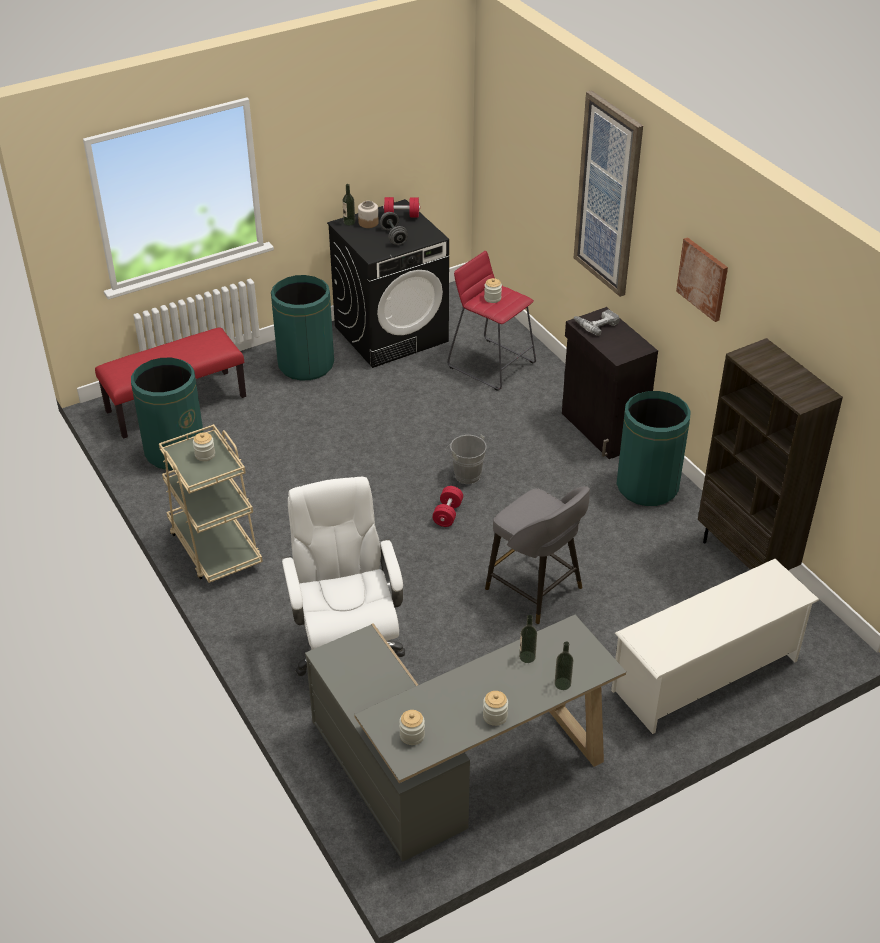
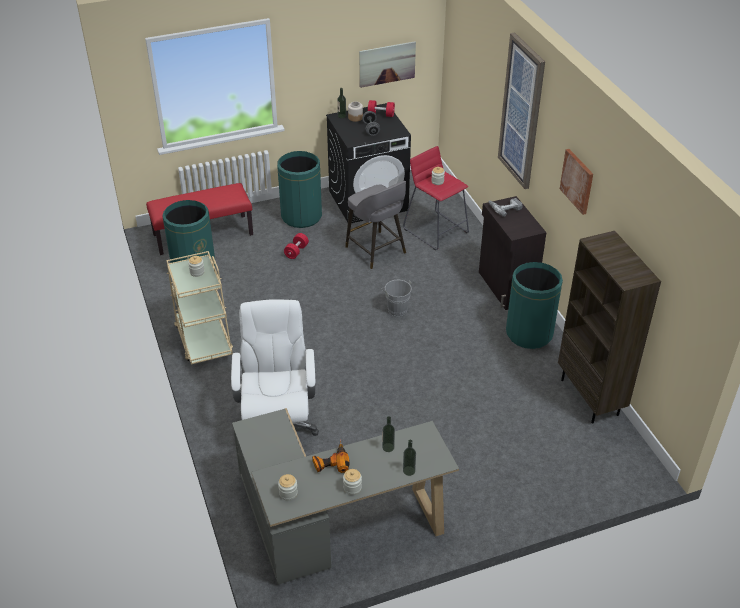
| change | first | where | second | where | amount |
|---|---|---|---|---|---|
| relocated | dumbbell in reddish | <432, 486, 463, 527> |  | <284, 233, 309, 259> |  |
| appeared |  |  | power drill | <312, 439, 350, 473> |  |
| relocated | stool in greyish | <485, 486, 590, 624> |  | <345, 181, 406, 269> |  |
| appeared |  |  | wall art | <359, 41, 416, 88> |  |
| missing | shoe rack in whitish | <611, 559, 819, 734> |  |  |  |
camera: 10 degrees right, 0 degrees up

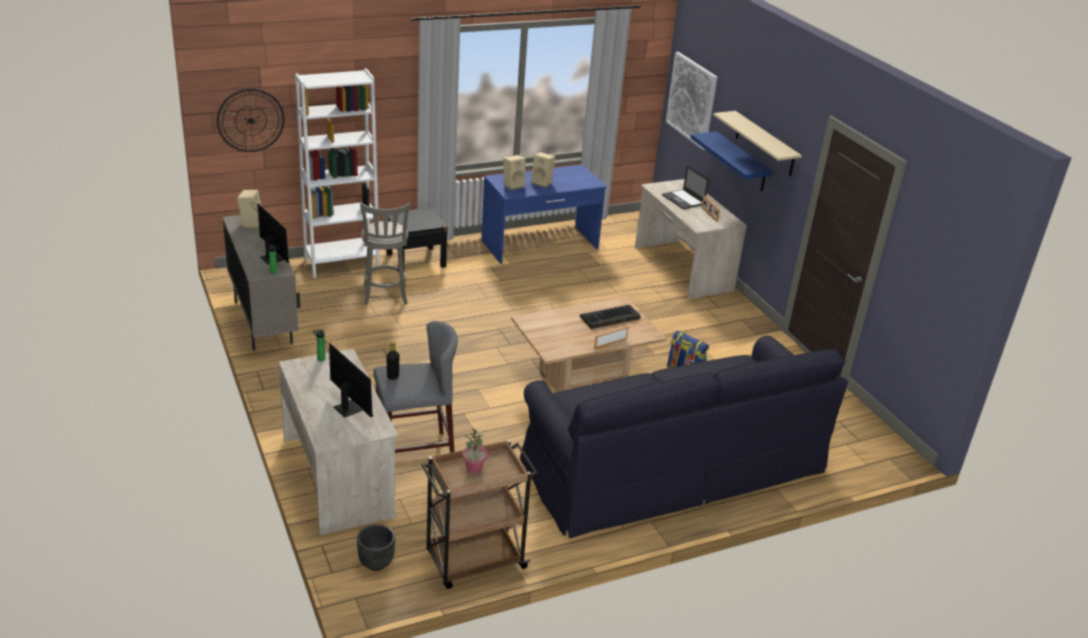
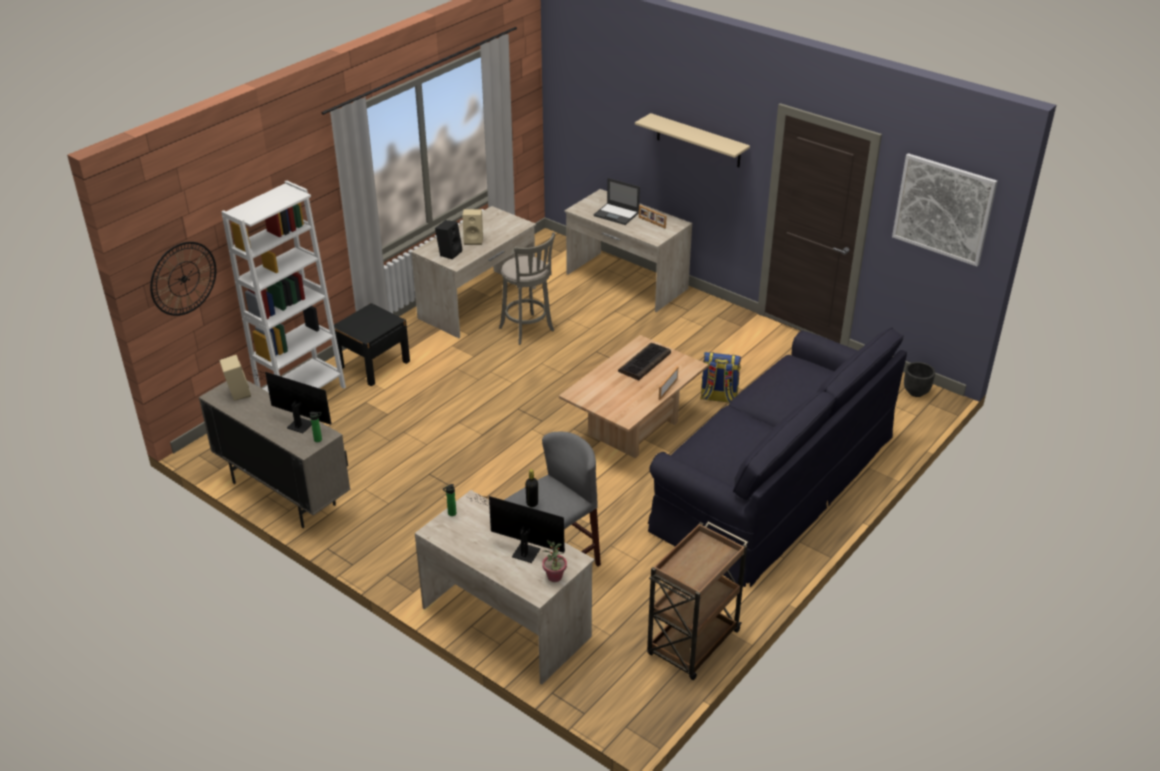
| change | first | where | second | where | amount |
|---|---|---|---|---|---|
| colour | desk unit in bluish | <481, 164, 607, 264> | desk unit in sand-coloured | <411, 206, 536, 338> |  |
| colour | audio speaker in sand-coloured | <503, 155, 525, 190> | audio speaker in blackish | <435, 220, 463, 259> |  |
| relocated | stool in greyish | <360, 203, 410, 305> |  | <499, 232, 555, 345> |  |
| relocated | plant in a pot | <462, 428, 487, 473> |  | <542, 540, 567, 582> |  |
| relocated | wall art | <666, 52, 717, 150> |  | <892, 153, 998, 267> |  |
| relocated | flower pot in blackish | <357, 524, 395, 571> |  | <904, 362, 935, 397> |  |
| missing | bracket shelf in bluish | <691, 131, 772, 191> |  |  |  |
camera: 25 degrees left, 5 degrees up

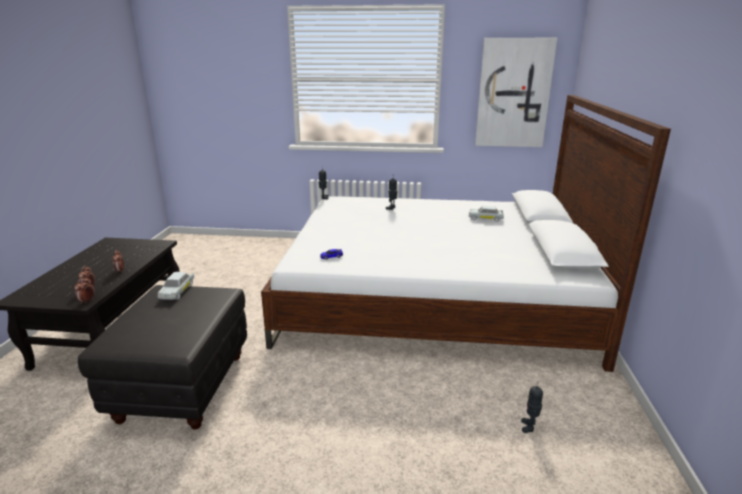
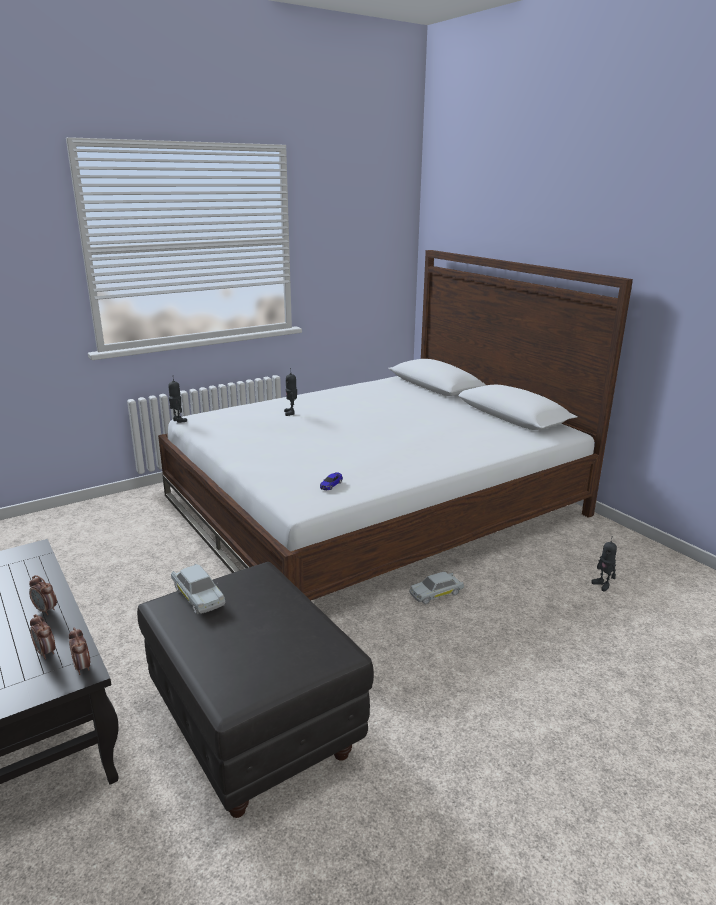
| change | first | where | second | where | amount |
|---|---|---|---|---|---|
| relocated | model car in whitish | <469, 206, 504, 222> |  | <409, 572, 464, 604> |  |
| missing | wall art | <475, 38, 557, 147> |  |  |  |
camera: 40 degrees left, 0 degrees up

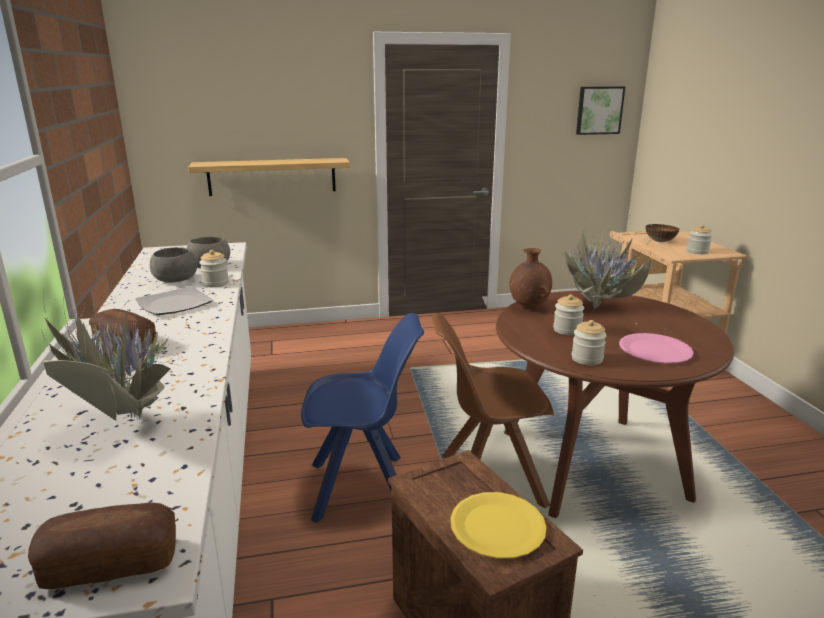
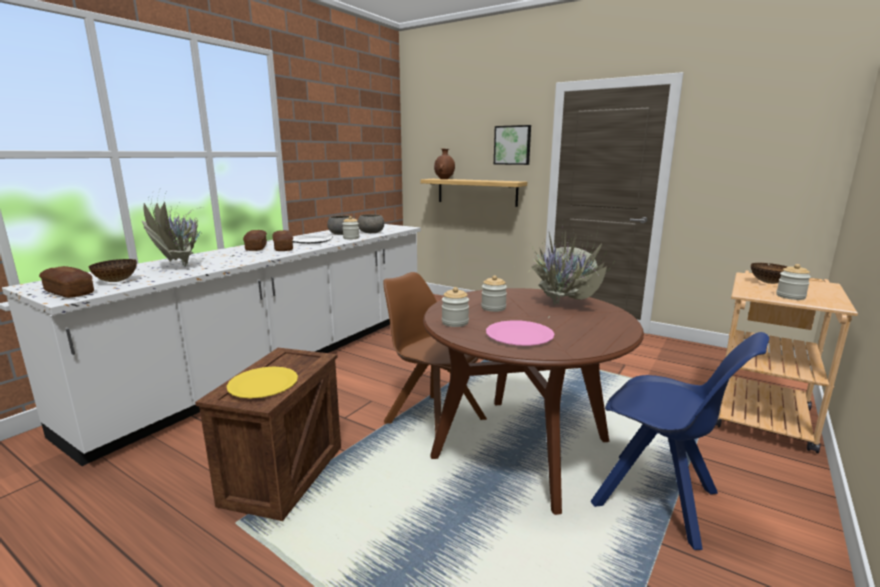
| change | first | where | second | where | amount |
|---|---|---|---|---|---|
| appeared |  |  | serving bowl | <89, 259, 137, 282> |  |
| appeared |  |  | bread | <272, 230, 293, 251> |  |
| relocated | flower vase in brownish | <510, 248, 552, 310> |  | <434, 149, 455, 179> |  |
| relocated | wall art | <576, 86, 625, 135> |  | <494, 125, 531, 165> |  |
| relocated | upright chair in bluish | <301, 313, 424, 523> |  | <590, 332, 769, 550> |  |
camera: 45 degrees right, 5 degrees down

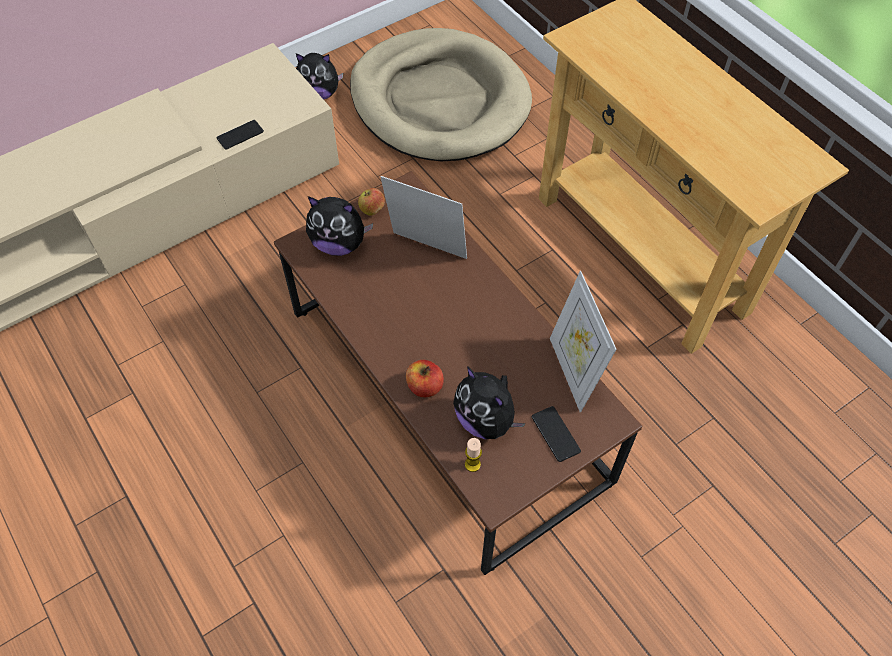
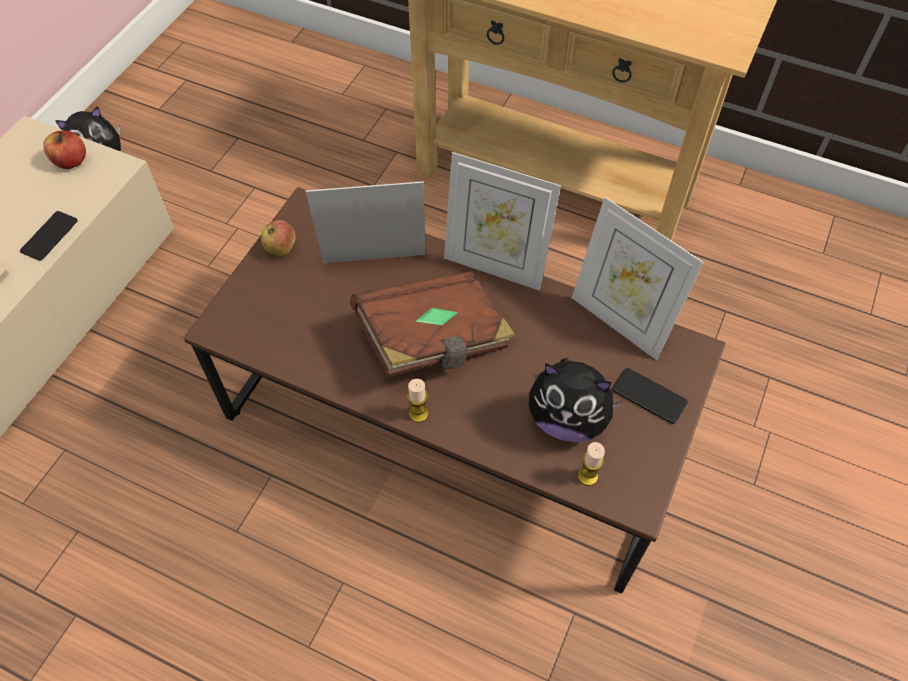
| change | first | where | second | where | amount |
|---|---|---|---|---|---|
| relocated | apple fruit | <406, 360, 444, 397> |  | <43, 131, 86, 169> |  |
| appeared |  |  | bound book in brownish | <350, 271, 515, 377> |  |
| appeared |  |  | candle | <407, 379, 428, 423> |  |
| appeared |  |  | photo frame | <444, 152, 561, 291> |  |
| missing | cuddly toy | <306, 196, 373, 256> |  |  |  |
| missing | dog cushion in sand-coloured | <350, 28, 532, 161> |  |  |  |
camera: 30 degrees left, 0 degrees up

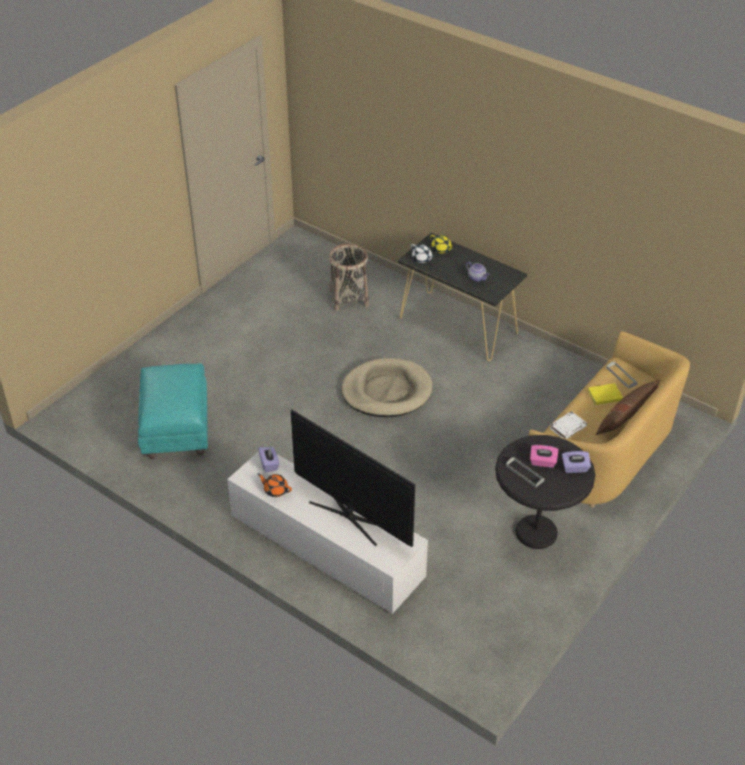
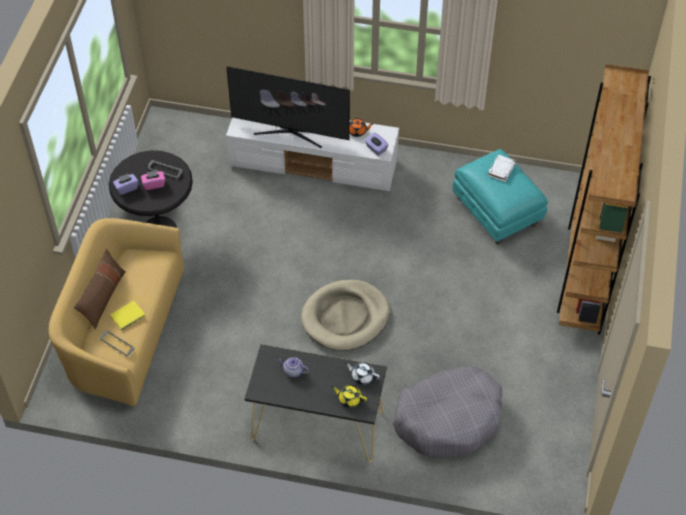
| change | first | where | second | where | amount |
|---|---|---|---|---|---|
| exchanged | storage basket | <329, 244, 369, 311> | dog cushion in greyish | <393, 367, 502, 458> |  |
| relocated | bound book in whitish | <549, 411, 587, 439> |  | <488, 155, 516, 182> |  |
| appeared |  |  | bookshelf in brownish | <557, 64, 651, 334> |  |
camera: 155 degrees right, 10 degrees up

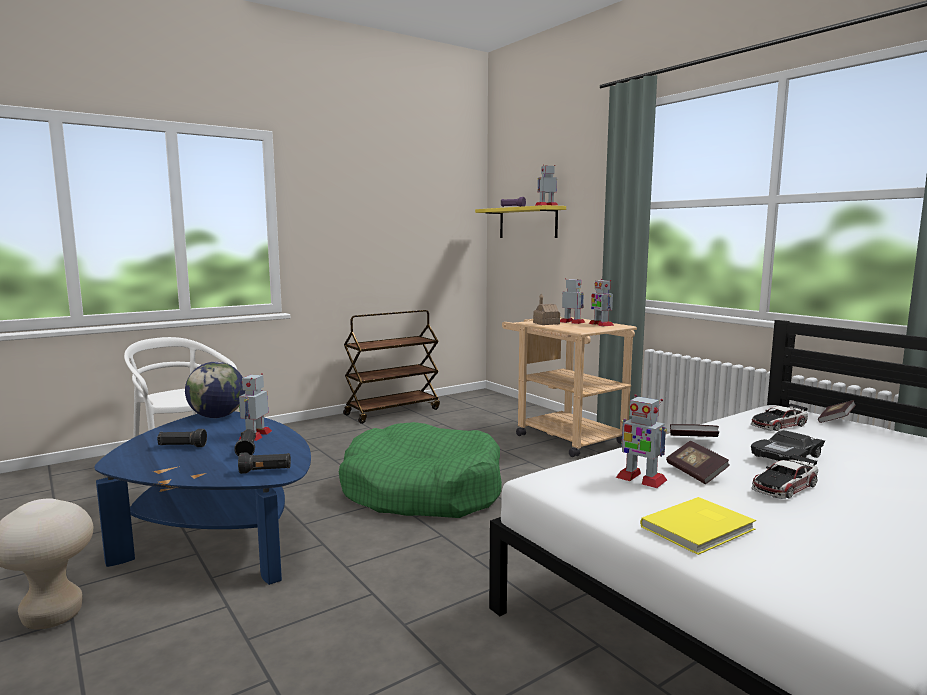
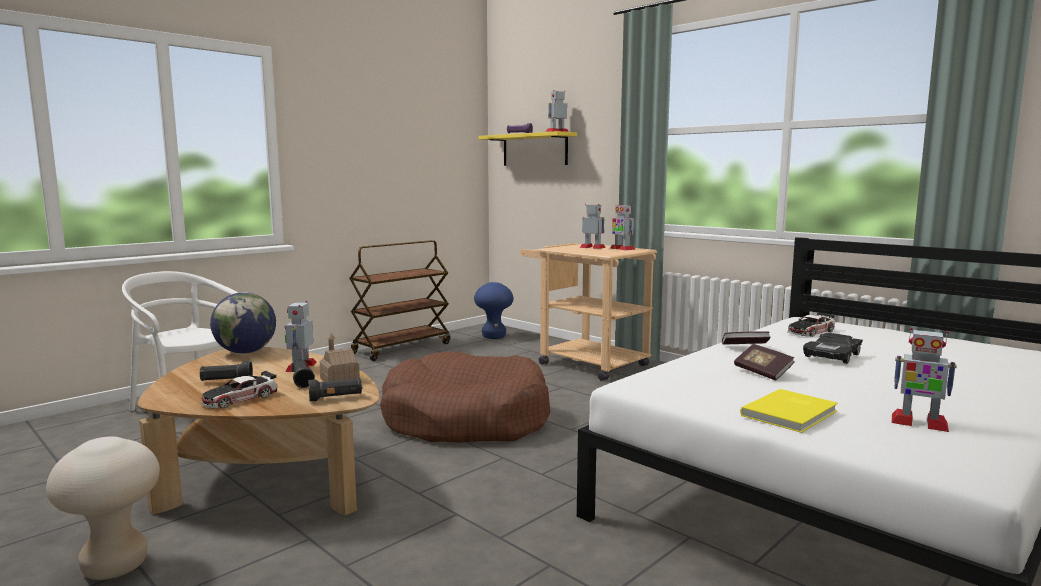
| change | first | where | second | where | amount |
|---|---|---|---|---|---|
| colour | lounge table in bluish | <94, 411, 311, 585> | lounge table in brownish | <138, 347, 379, 516> |  |
| relocated | model car | <752, 454, 818, 499> |  | <201, 371, 277, 409> |  |
| relocated | toy house | <533, 294, 560, 325> |  | <320, 333, 360, 382> |  |
| colour | dog cushion in greenish | <339, 422, 502, 518> | dog cushion in brownish | <380, 351, 550, 443> |  |
| appeared |  |  | stool in bluish | <474, 282, 513, 339> |  |
| relocated | toy robot | <616, 394, 667, 488> |  | <892, 328, 957, 432> |  |
| missing | bound book | <818, 400, 856, 423> |  |  |  |
camera: 10 degrees left, 0 degrees up

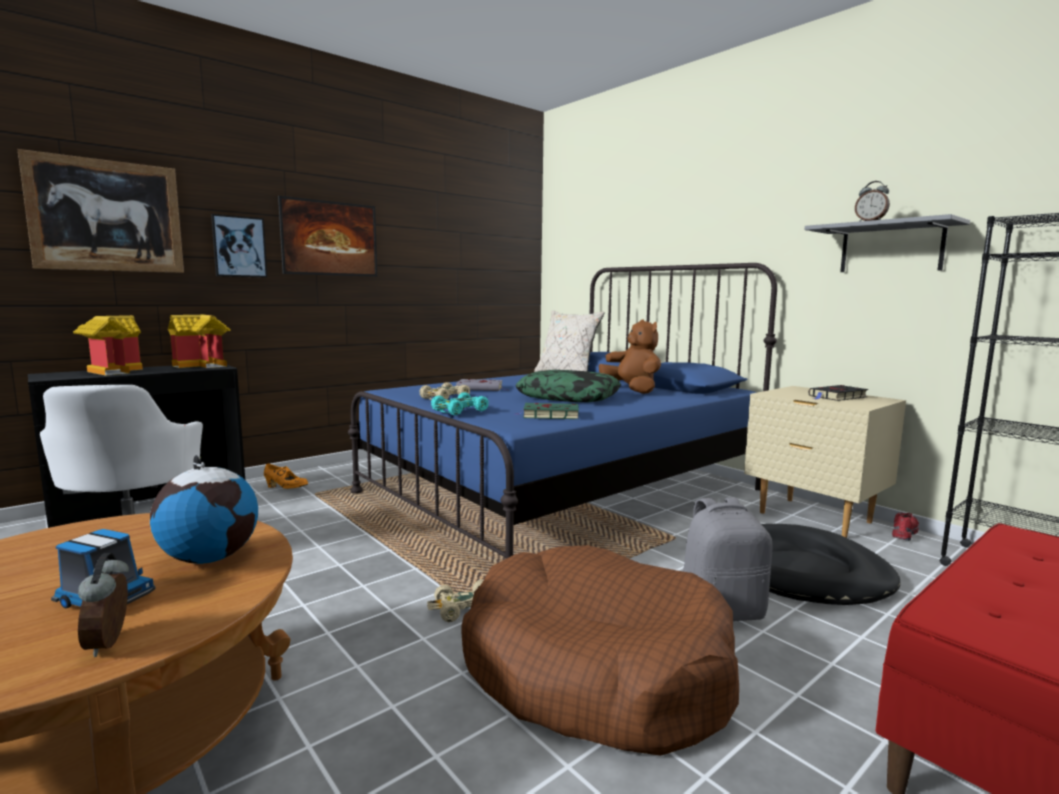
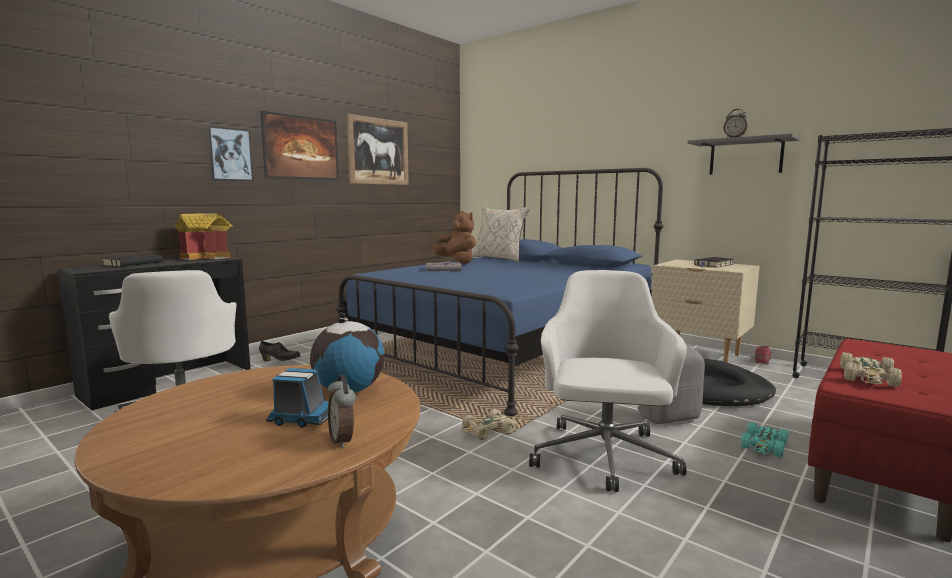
| change | first | where | second | where | amount |
|---|---|---|---|---|---|
| exchanged | toy house | <73, 315, 143, 376> | bound book in blackish | <102, 254, 163, 267> |  |
| colour | low shoe in orange-coloured | <264, 464, 308, 489> | low shoe in blackish | <259, 341, 301, 361> |  |
| relocated | wall art | <17, 149, 184, 273> |  | <346, 114, 409, 185> |  |
| relocated | cuddly toy in brownish | <599, 320, 661, 394> |  | <432, 211, 476, 264> |  |
| exchanged | dog cushion in brownish | <461, 545, 739, 756> | office chair in whitish | <529, 270, 687, 492> |  |
| relocated | model car in turquoise-coloured | <431, 392, 489, 415> |  | <741, 422, 788, 457> |  |
| relocated | model car in sand-coloured | <419, 382, 470, 400> |  | <840, 352, 902, 387> |  |
| missing | bound book in greenish | <514, 403, 579, 419> |  |  |  |
| missing | throw pillow | <516, 370, 621, 402> |  |  |  |
camera: 10 degrees left, 0 degrees up

